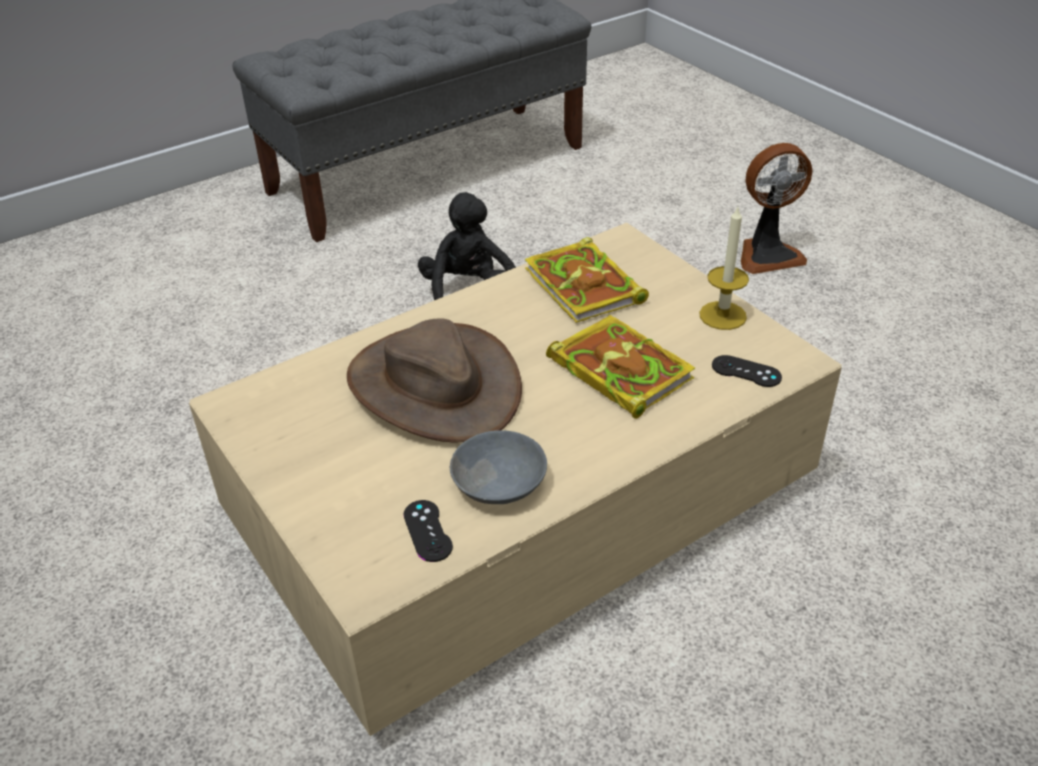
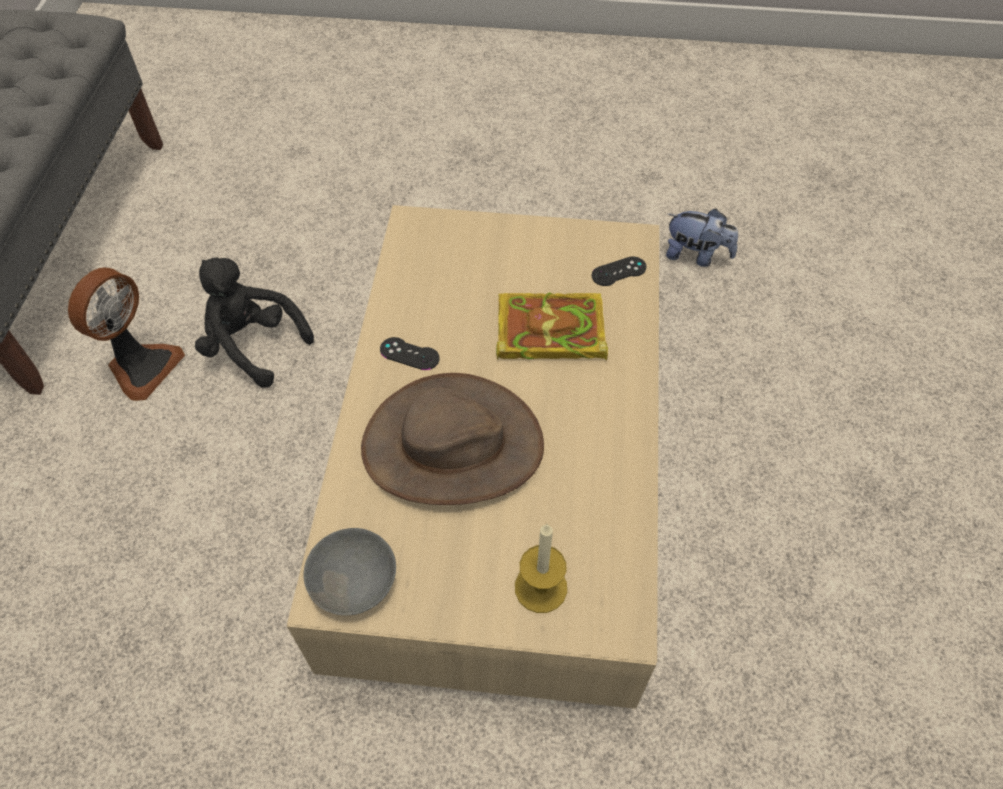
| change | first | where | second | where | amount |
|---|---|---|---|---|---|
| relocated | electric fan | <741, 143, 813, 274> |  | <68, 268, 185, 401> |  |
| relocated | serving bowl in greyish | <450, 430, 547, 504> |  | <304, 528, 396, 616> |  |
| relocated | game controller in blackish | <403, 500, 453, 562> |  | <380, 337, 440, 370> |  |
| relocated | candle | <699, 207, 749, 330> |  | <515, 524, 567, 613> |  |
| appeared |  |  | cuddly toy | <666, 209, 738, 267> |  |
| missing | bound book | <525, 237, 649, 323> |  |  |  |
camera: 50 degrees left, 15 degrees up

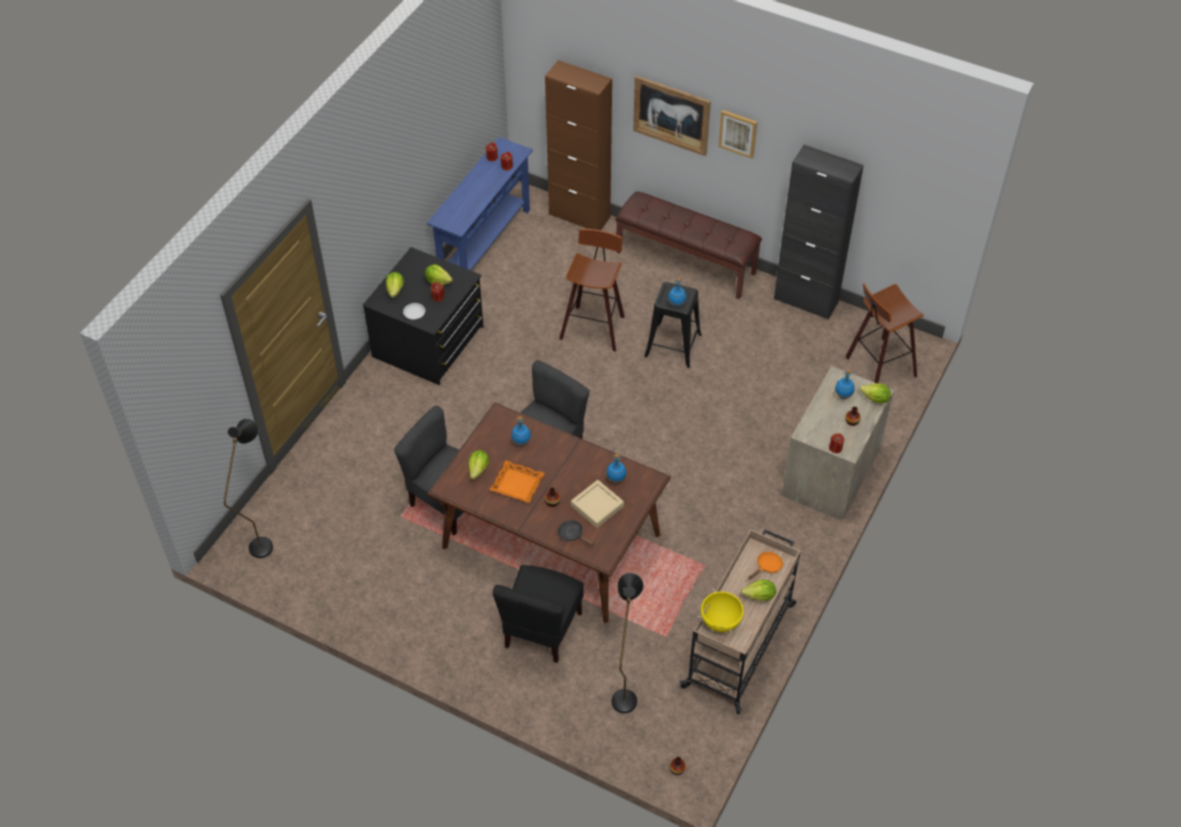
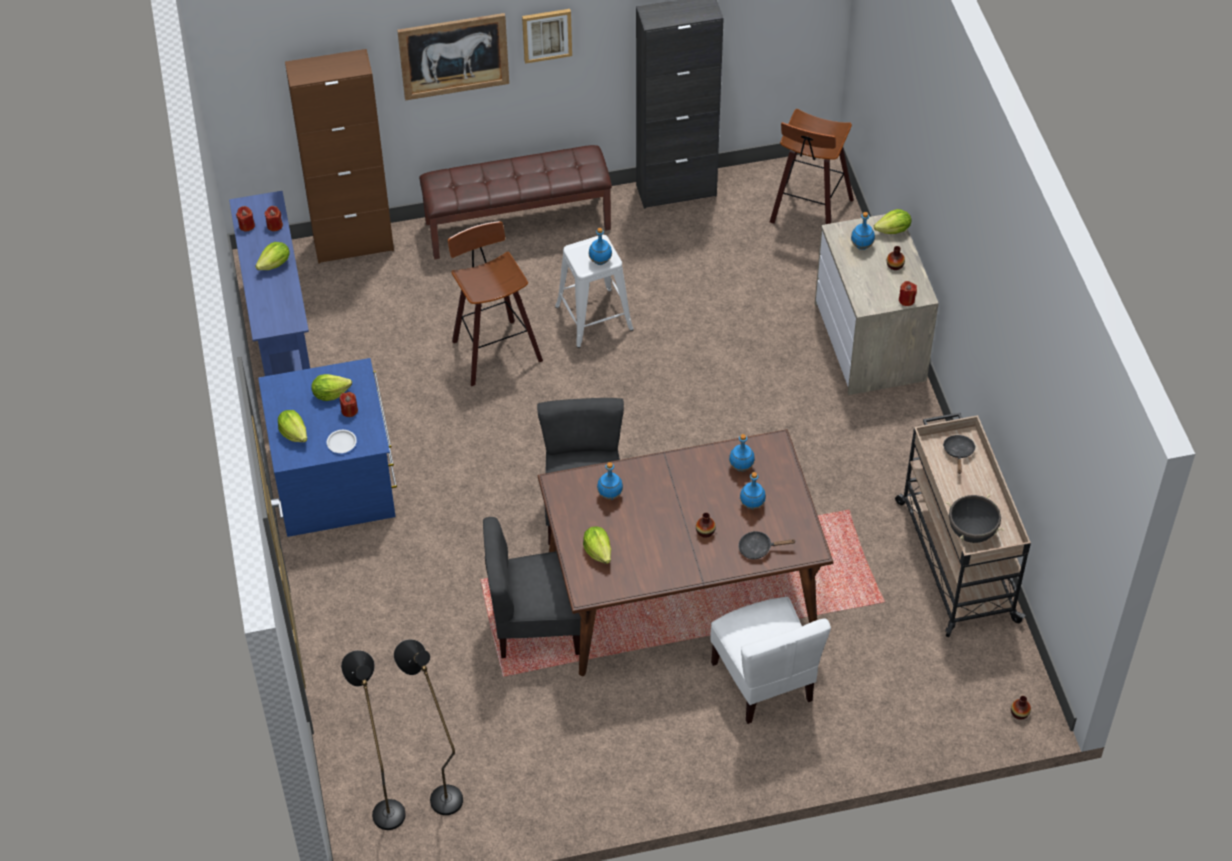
| change | first | where | second | where | amount |
|---|---|---|---|---|---|
| relocated | lettuce | <741, 580, 776, 601> |  | <255, 242, 290, 270> |  |
| colour | dresser in blackish | <363, 247, 484, 385> | dresser in bluish | <258, 358, 397, 537> |  |
| relocated | standard lamp in blackish | <612, 573, 644, 713> |  | <394, 639, 463, 815> |  |
| colour | stool in blackish | <644, 282, 702, 368> | stool in whitish | <555, 235, 634, 348> |  |
| colour | upright chair in blackish | <493, 565, 584, 663> | upright chair in whitish | <711, 597, 831, 724> |  |
| exchanged | carrying tray in sand-coloured | <571, 480, 624, 528> | beverage bottle in bluish | <740, 472, 766, 510> |  |
| colour | pan in orange-coloured | <748, 552, 783, 579> | pan in blackish | <943, 435, 976, 474> |  |
| colour | cooking pot in yellow-coloured | <697, 588, 747, 633> | cooking pot in blackish | <946, 494, 1004, 543> |  |
| missing | carrying tray in orange-coloured | <490, 460, 544, 503> |  |  |  |
camera: 40 degrees left, 0 degrees up

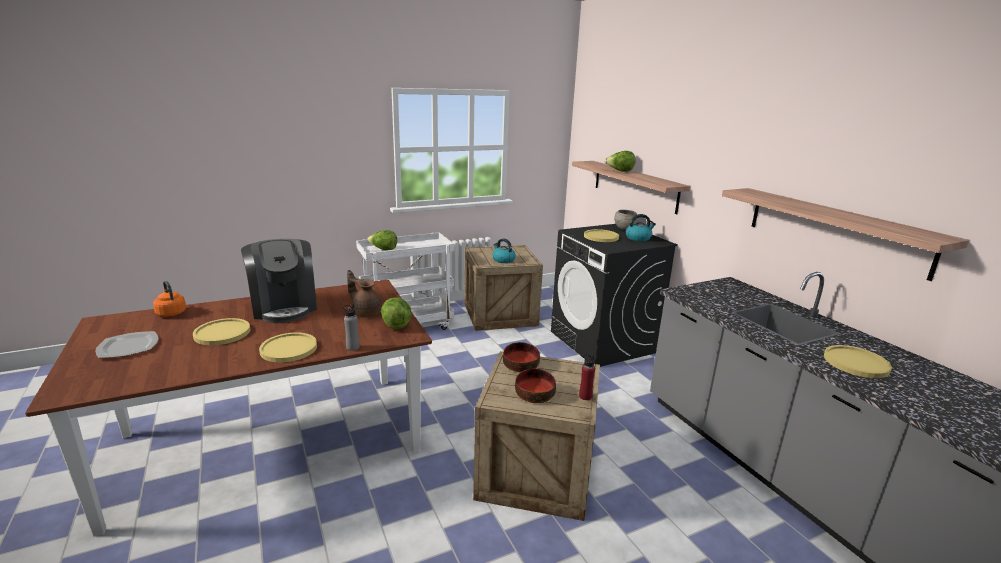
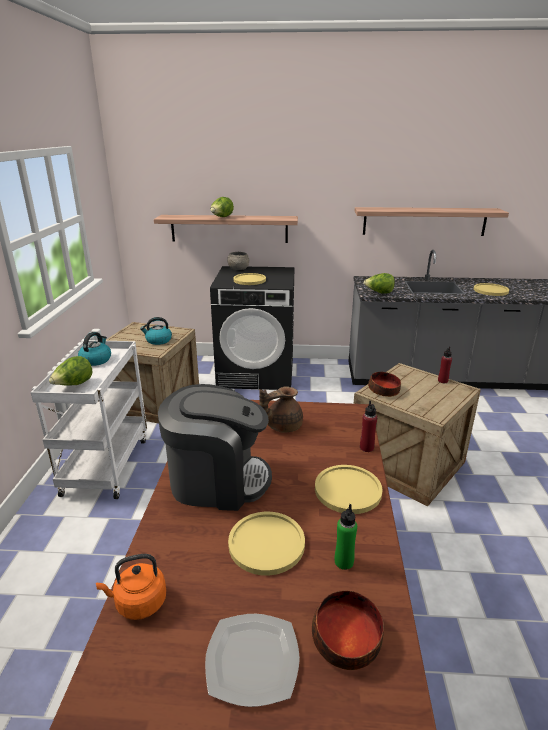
| change | first | where | second | where | amount |
|---|---|---|---|---|---|
| relocated | water kettle | <626, 214, 656, 241> |  | <78, 332, 111, 366> |  |
| relocated | serving bowl | <515, 369, 556, 403> |  | <312, 590, 384, 670> |  |
| appeared |  |  | beverage bottle in greenish | <335, 504, 357, 570> |  |
| colour | beverage bottle in greyish | <343, 304, 359, 351> | beverage bottle in reddish | <360, 401, 377, 452> |  |
| relocated | lettuce | <381, 297, 412, 329> |  | <363, 273, 395, 294> |  |
camera: 60 degrees left, 5 degrees up

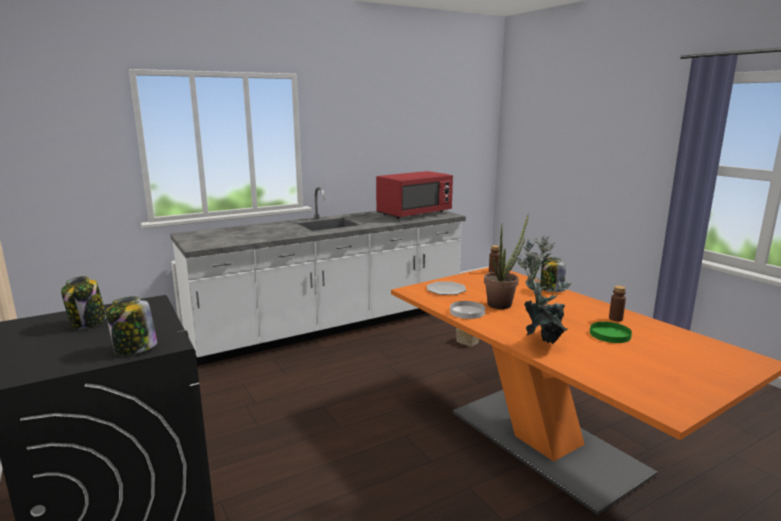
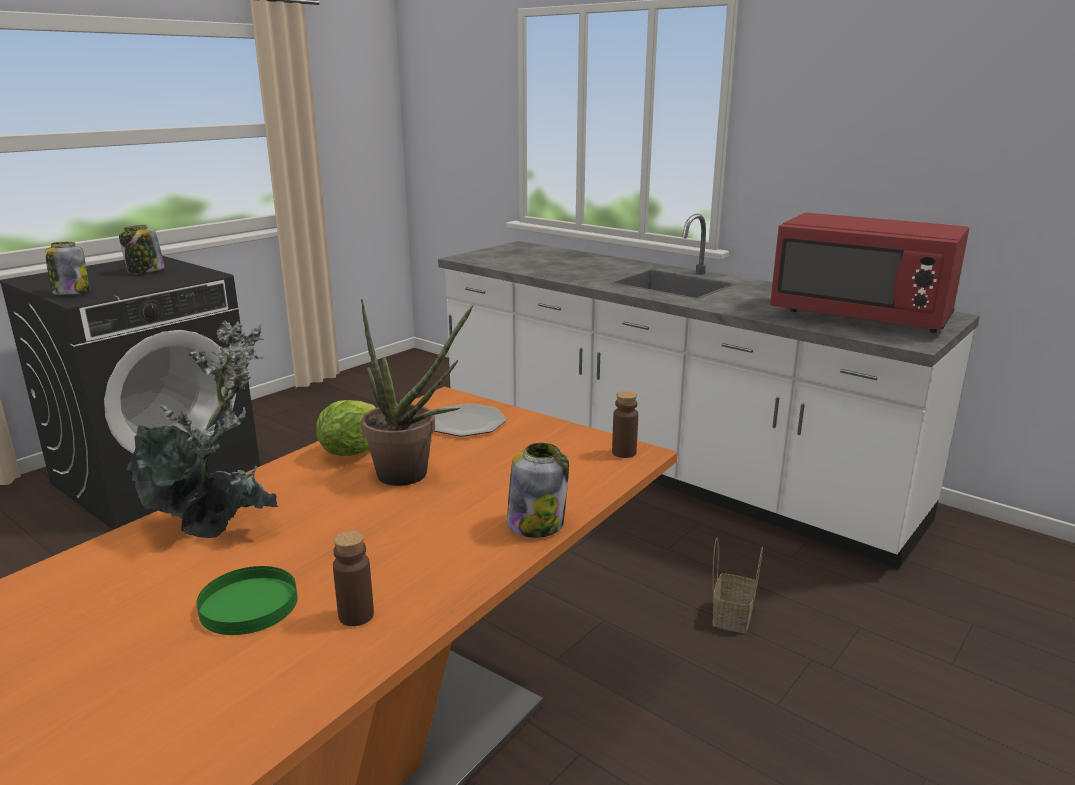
| change | first | where | second | where | amount |
|---|---|---|---|---|---|
| exchanged | flat dish in whitish | <450, 301, 485, 319> | lettuce | <316, 400, 376, 456> |  |
camera: 70 degrees right, 5 degrees up

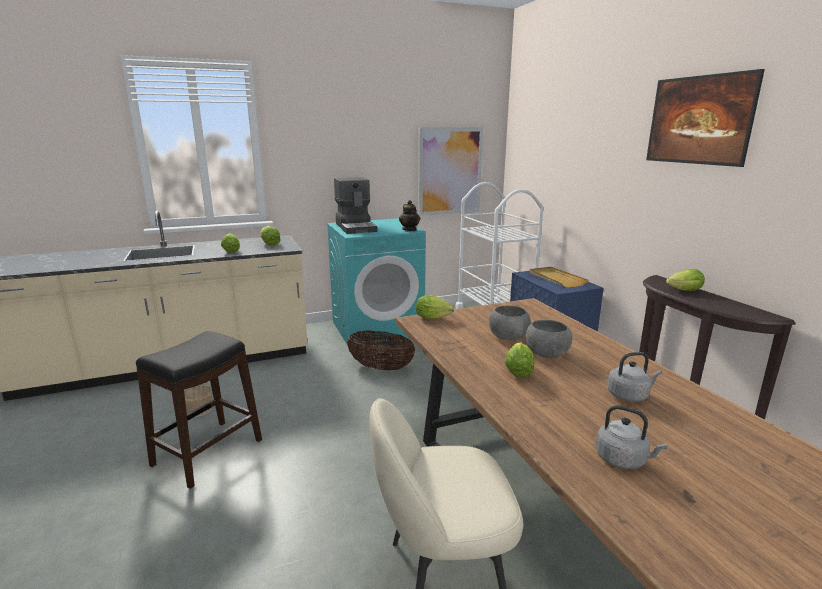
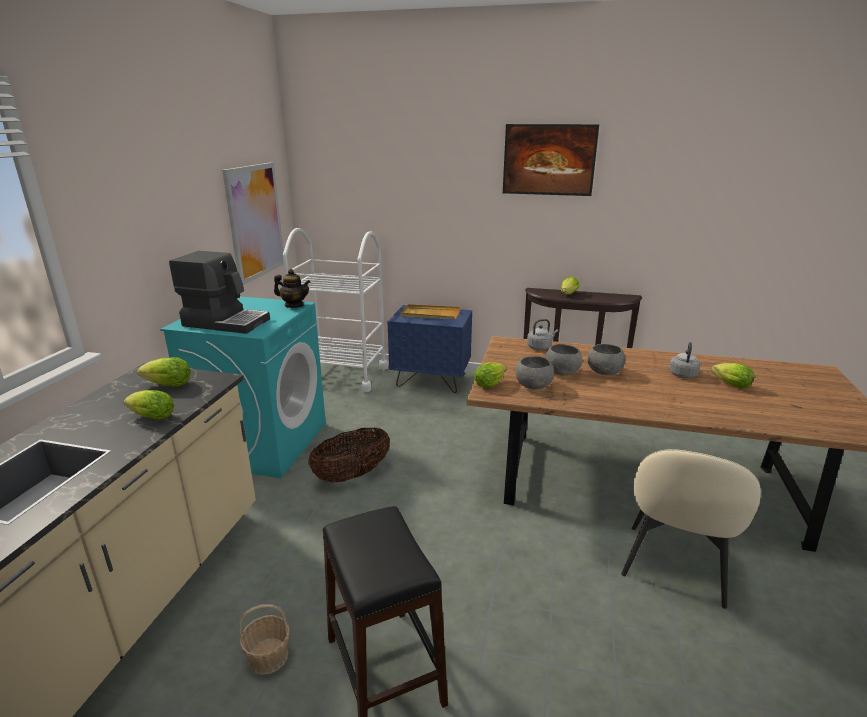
| change | first | where | second | where | amount |
|---|---|---|---|---|---|
| appeared |  |  | serving bowl in greyish | <515, 356, 554, 390> |  |
| relocated | water kettle in greyish | <596, 405, 667, 469> |  | <527, 319, 558, 350> |  |
| relocated | lettuce | <505, 343, 534, 377> |  | <711, 363, 754, 388> |  |
camera: 55 degrees left, 5 degrees up

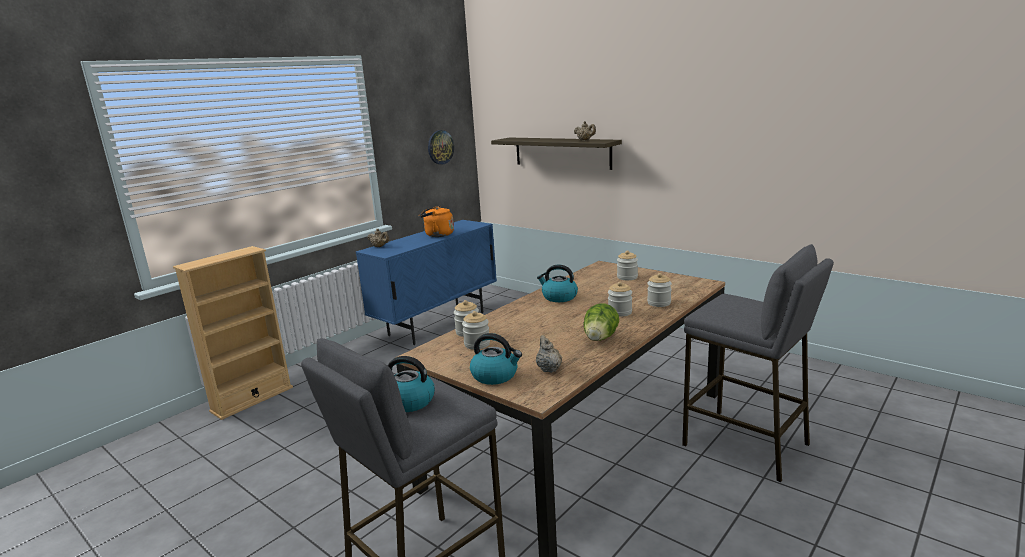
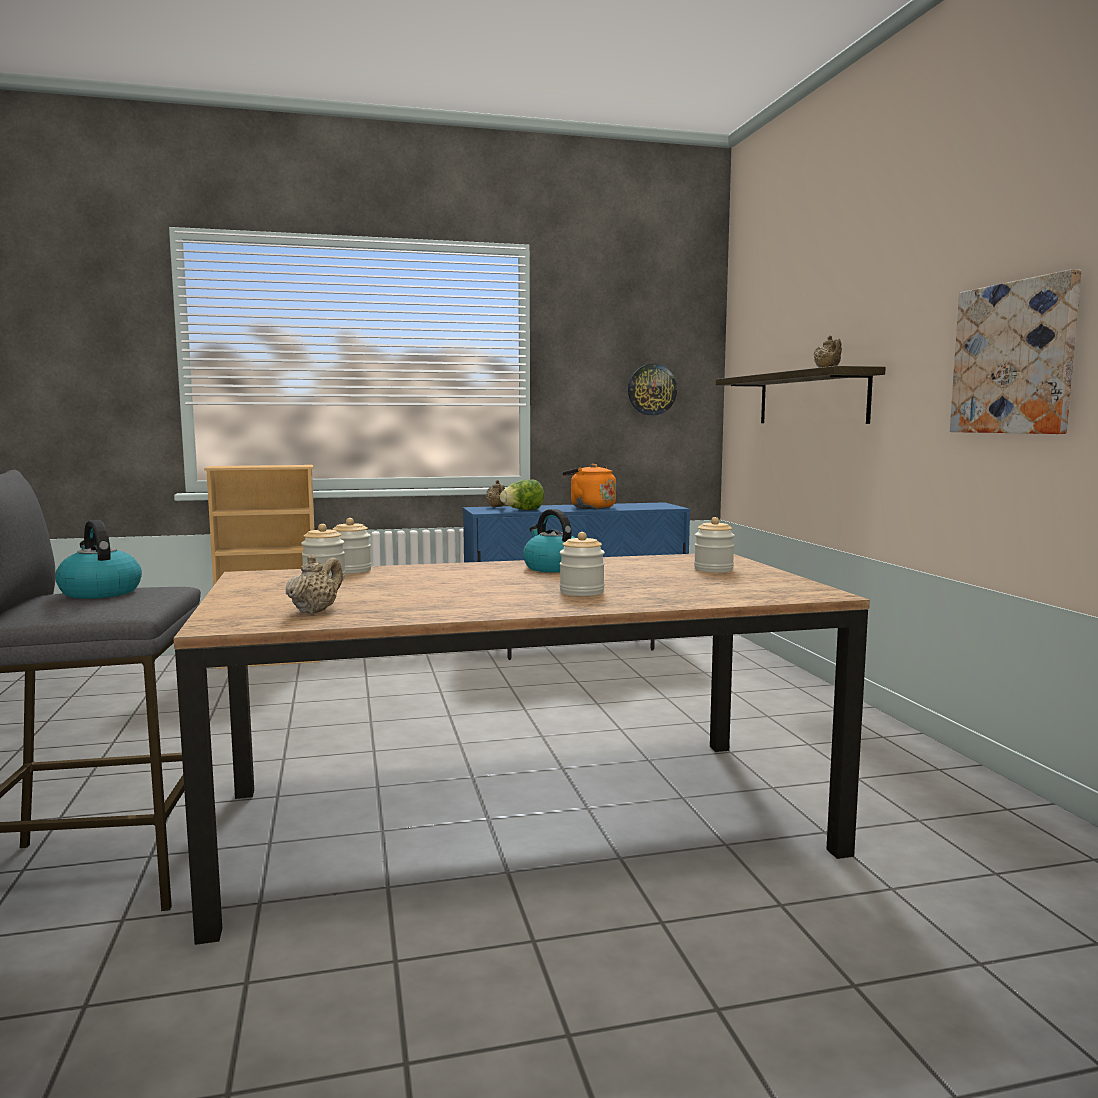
| change | first | where | second | where | amount |
|---|---|---|---|---|---|
| relocated | lettuce | <583, 303, 619, 341> |  | <500, 479, 544, 510> |  |
| appeared |  |  | wall art | <950, 269, 1081, 434> |  |
| missing | water kettle | <470, 333, 522, 385> |  |  |  |
| missing | storage jar | <647, 273, 672, 307> |  |  |  |
| missing | stool in greyish | <682, 244, 834, 482> |  |  |  |
camera: 35 degrees right, 10 degrees down

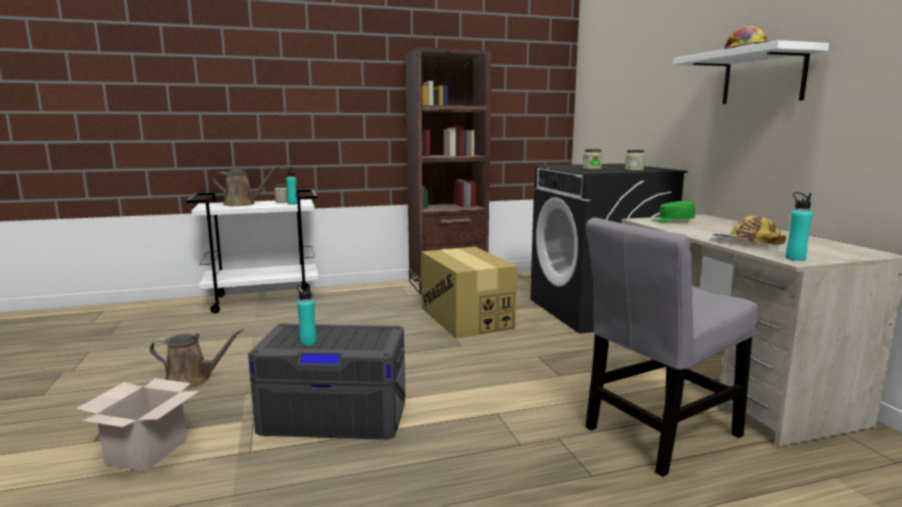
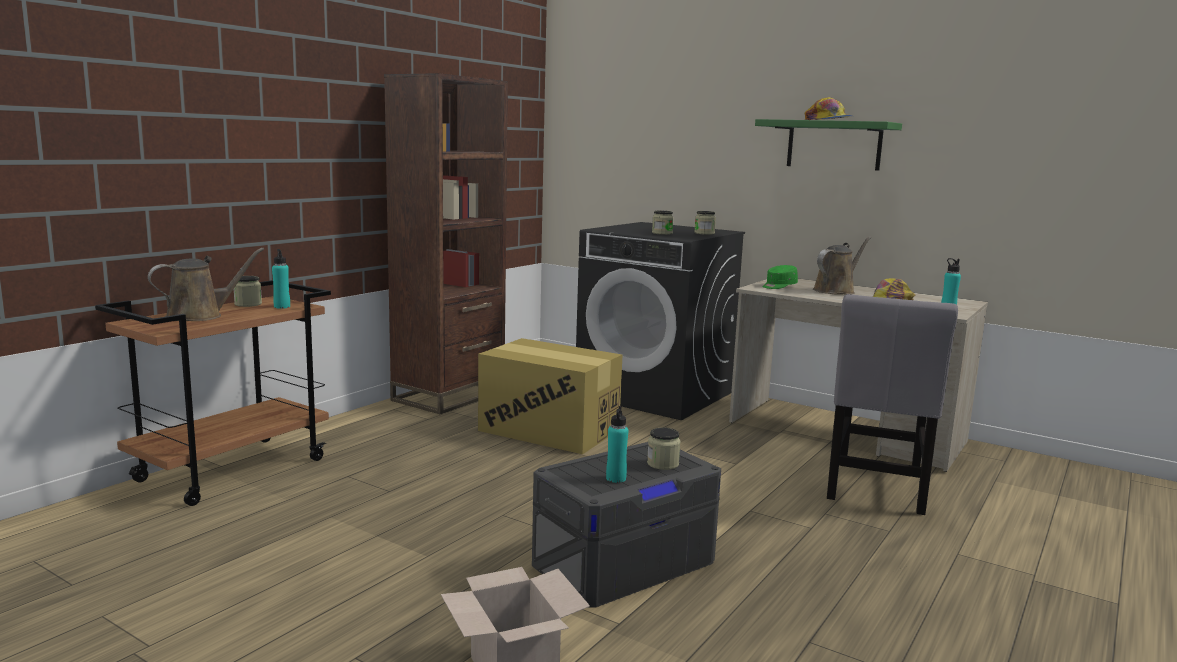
| change | first | where | second | where | amount |
|---|---|---|---|---|---|
| colour | cart in whitish | <186, 189, 319, 313> | cart in brownish | <95, 280, 331, 506> |  |
| appeared |  |  | storage jar | <647, 427, 680, 470> |  |
| colour | bracket shelf in whitish | <673, 40, 829, 104> | bracket shelf in greenish | <755, 119, 902, 171> |  |
| relocated | sprinkling can in brownish | <150, 329, 244, 389> |  | <813, 236, 872, 295> |  |
camera: 40 degrees left, 0 degrees up

